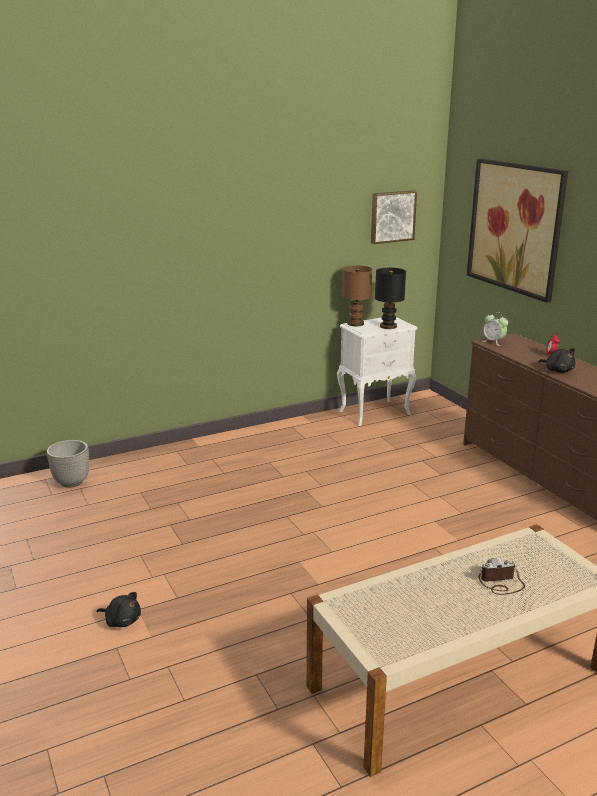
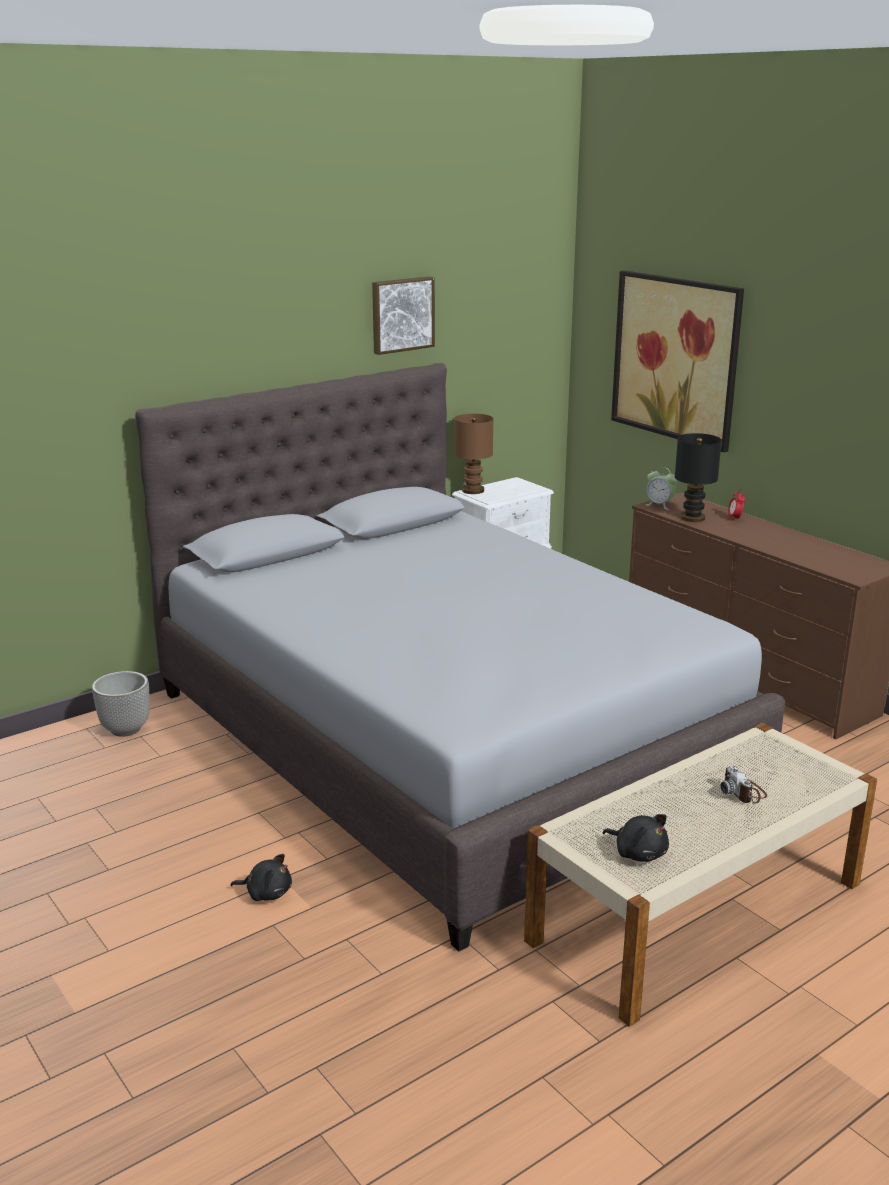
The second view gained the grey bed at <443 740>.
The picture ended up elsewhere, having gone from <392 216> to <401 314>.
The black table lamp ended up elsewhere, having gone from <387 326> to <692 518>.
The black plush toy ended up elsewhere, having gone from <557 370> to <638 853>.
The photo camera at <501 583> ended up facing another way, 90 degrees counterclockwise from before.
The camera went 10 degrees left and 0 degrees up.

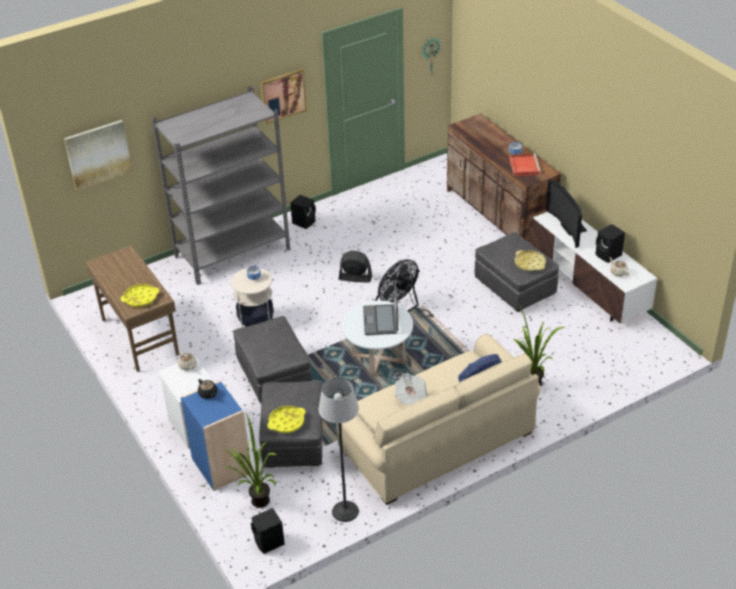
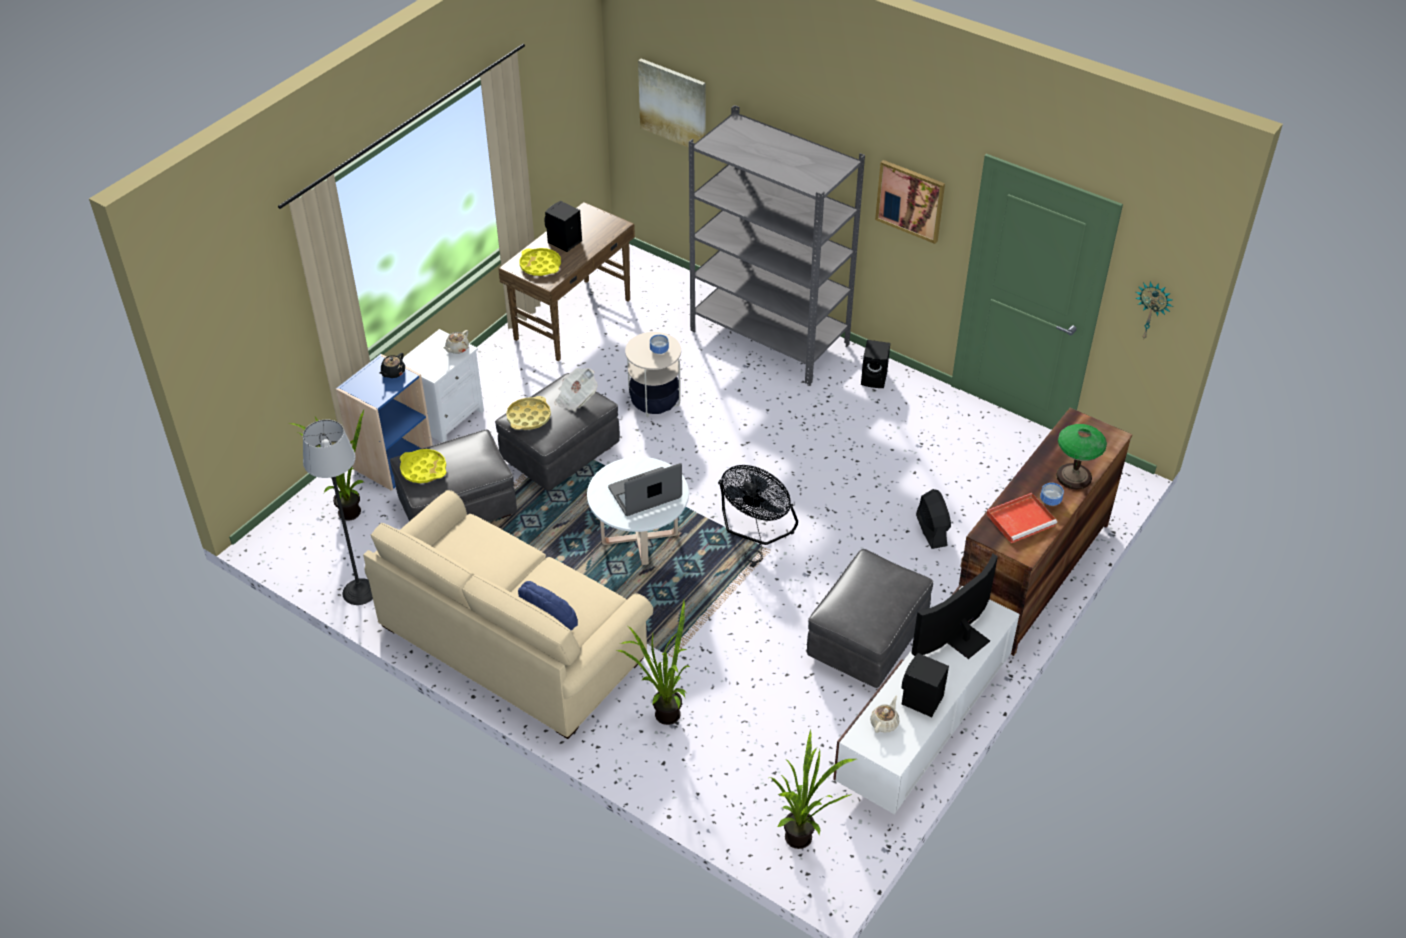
The second view gained the potted plant at <804 841>.
The second view gained the table lamp at <1073 476>.
The black speaker ended up elsewhere, having gone from <269 543> to <563 242>.
The black fan ended up elsewhere, having gone from <355 278> to <931 530>.
The newspaper ended up elsewhere, having gone from <411 399> to <575 398>.
The yellow tray ended up elsewhere, having gone from <529 263> to <528 417>.
The camera went 65 degrees right and 5 degrees up.

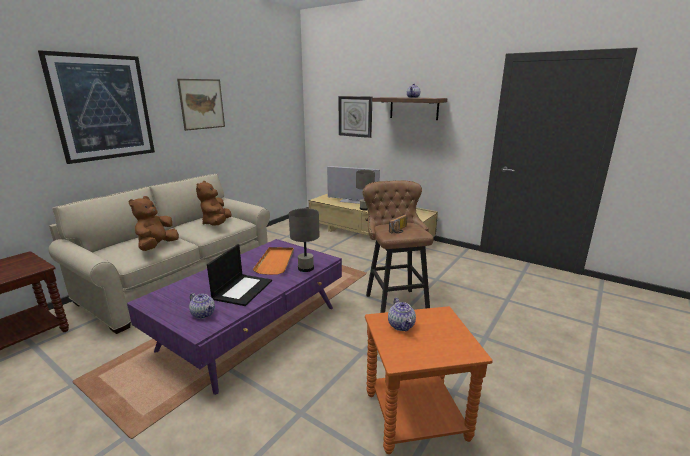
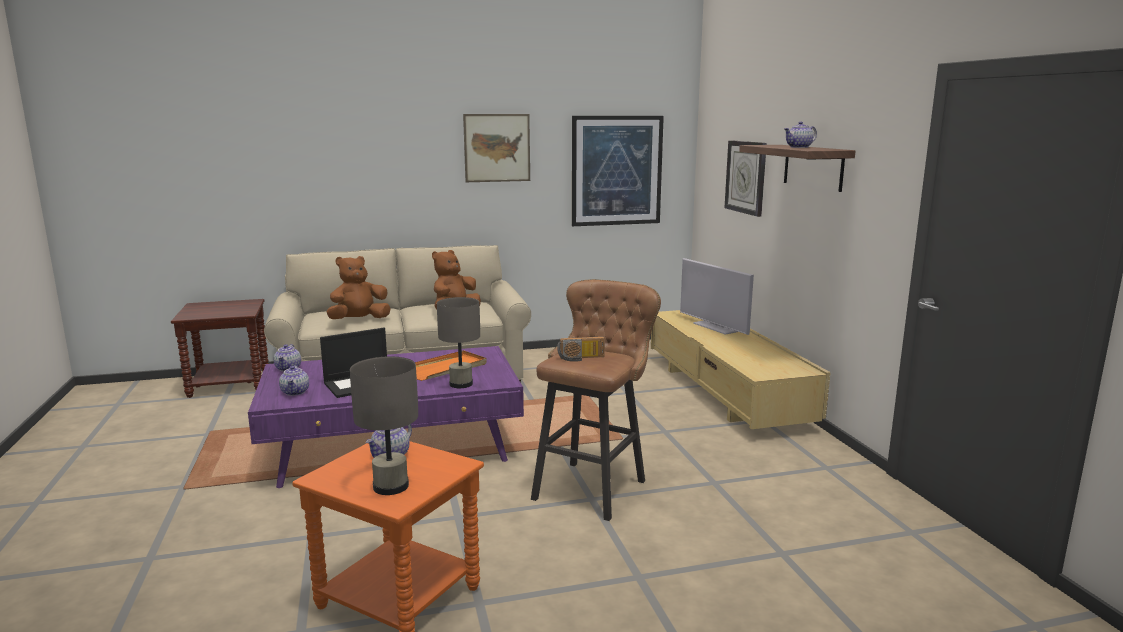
The second view gained the teapot at <288 368>.
The picture ended up elsewhere, having gone from <103 108> to <616 171>.
The grey table lamp ended up elsewhere, having gone from <364 208> to <390 486>.
The camera went 40 degrees right and 5 degrees down.

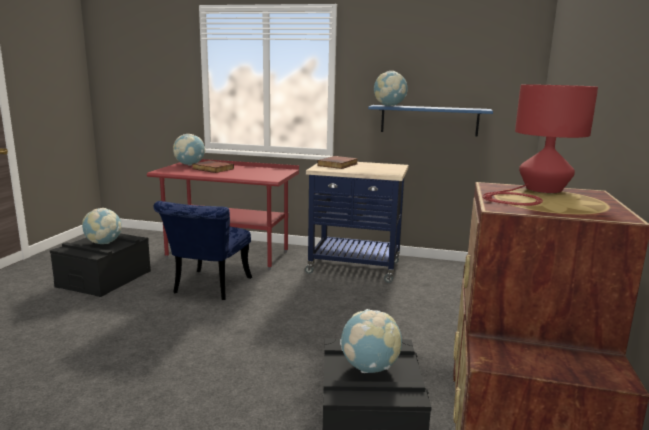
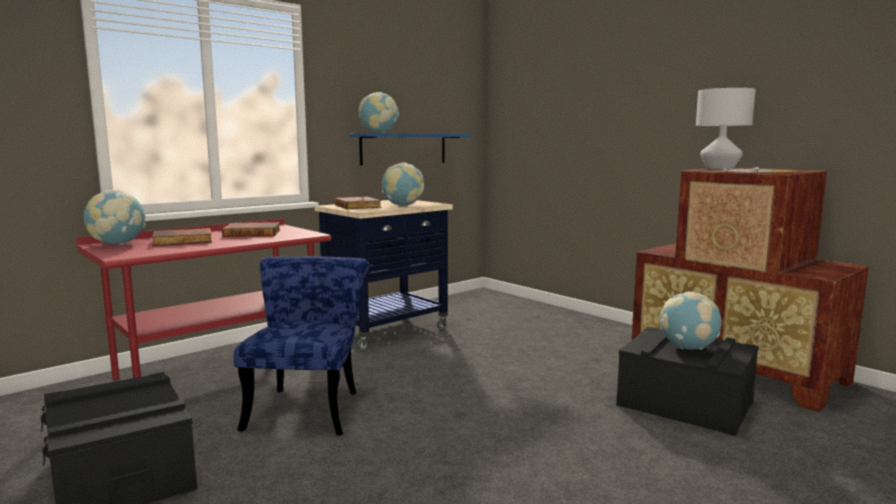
The second view gained the book at <253 233>.
The globe ended up elsewhere, having gone from <103 243> to <403 205>.
What was the red table lamp at <531 193> turned into the grey table lamp at <730 169>.
The blue chair at <208 288> ended up facing another way, 135 degrees counterclockwise from before.
The camera went 55 degrees left and 5 degrees down.

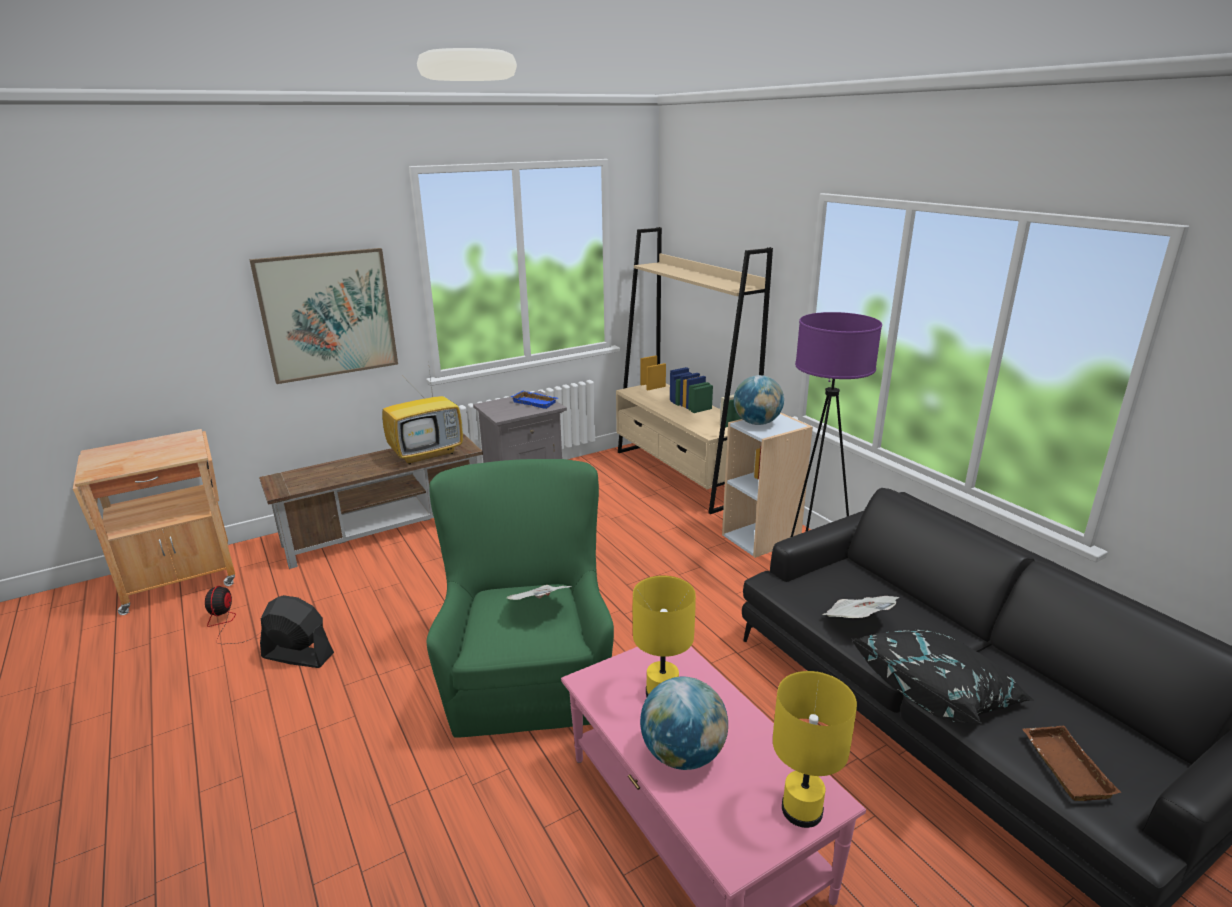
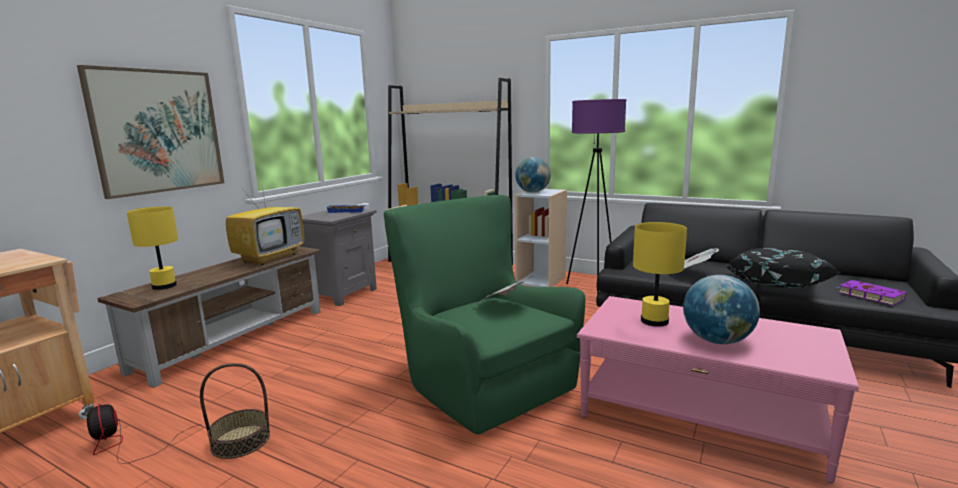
The yellow table lamp ended up elsewhere, having gone from <801 809> to <164 286>.
Where the black fan stood at <297 655>, the basket came to stand at <240 441>.
Where the brown tray stood at <1062 767>, the purple book came to stand at <868 295>.
The camera went 30 degrees left and 10 degrees down.

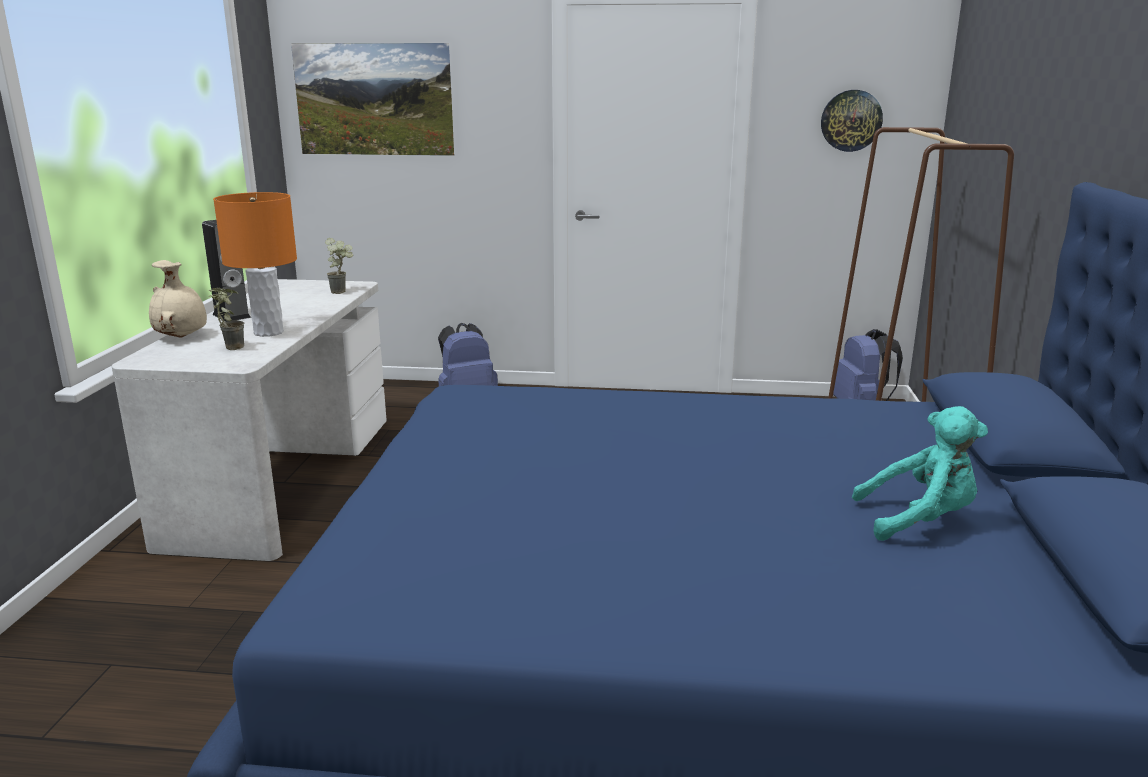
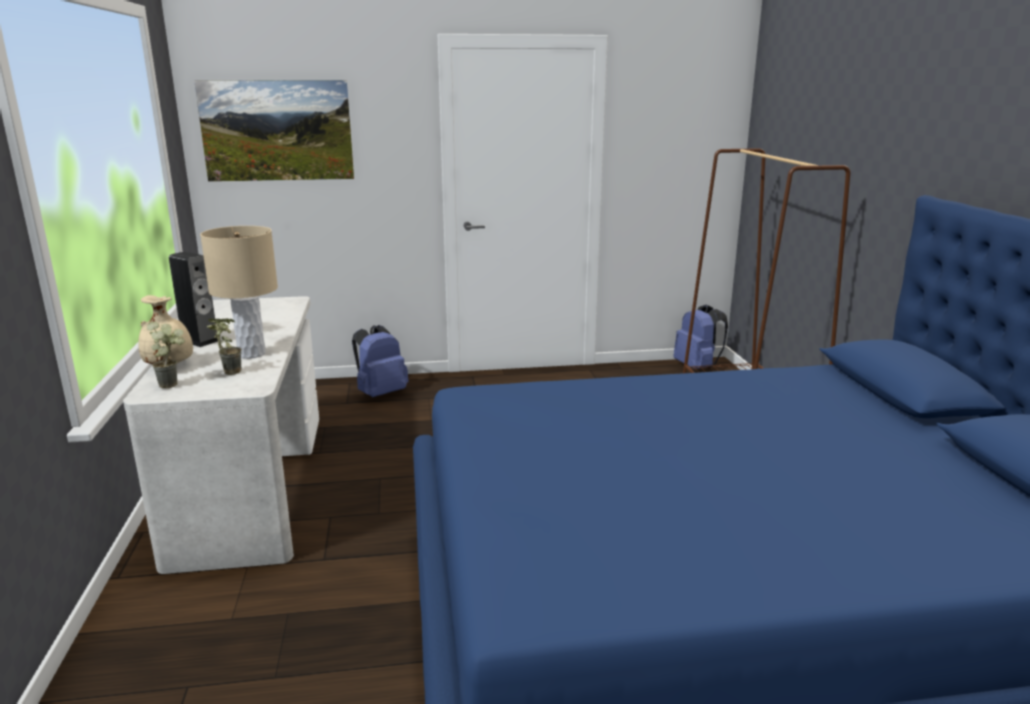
The second view lost the wall clock at <851 120>.
The second view lost the turquoise plush toy at <919 520>.
The potted plant ended up elsewhere, having gone from <342 292> to <174 384>.
What was the orange table lamp at <268 332> turned into the beige table lamp at <251 354>.
The camera went 15 degrees left and 0 degrees up.

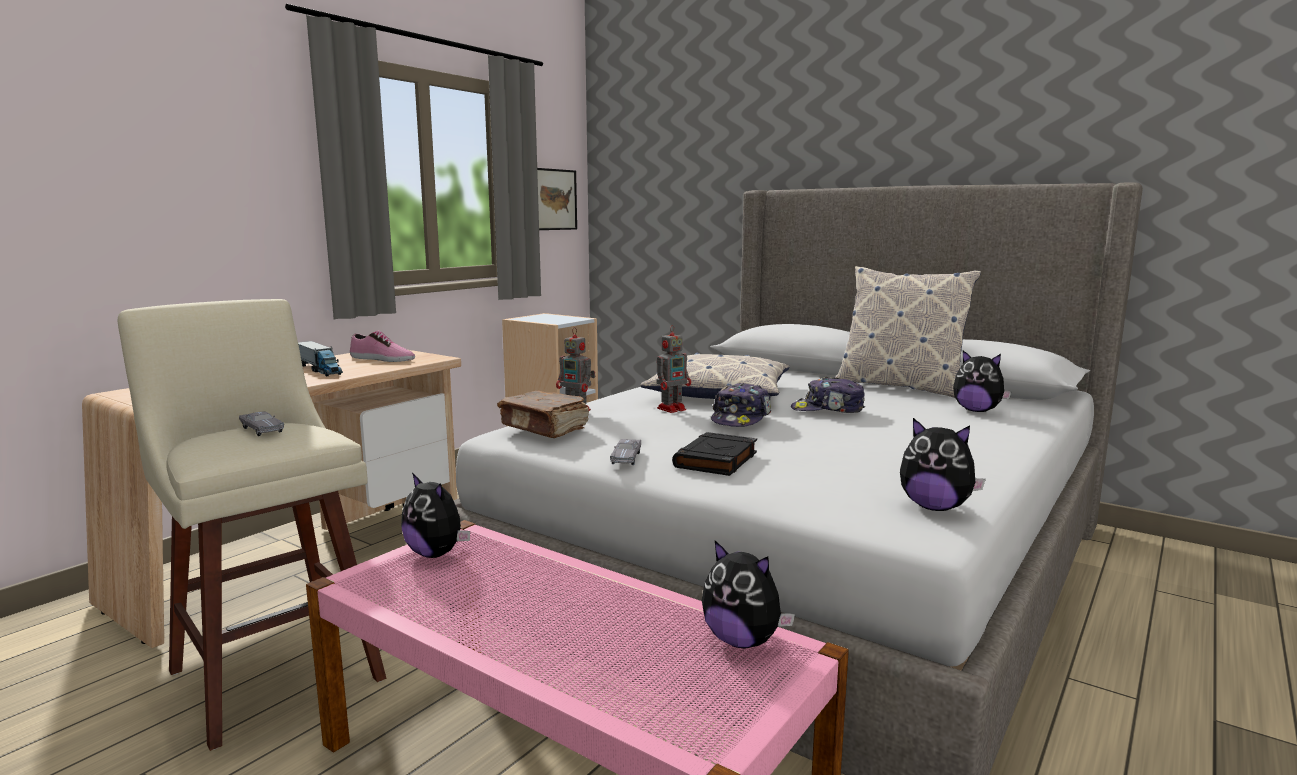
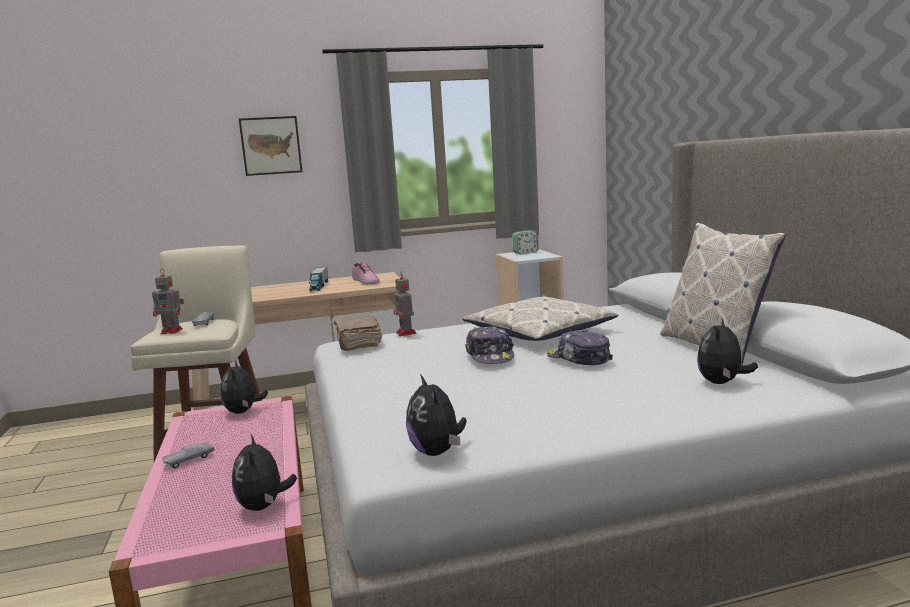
The second view lost the black book at <716 460>.
The second view gained the alarm clock at <525 253>.
The picture ended up elsewhere, having gone from <555 199> to <271 145>.
The grey toy car ended up elsewhere, having gone from <626 458> to <189 460>.
The toy robot ended up elsewhere, having gone from <672 409> to <173 331>.
The cap at <741 418> ended up facing another way, 75 degrees counterclockwise from before.
The plush toy at <977 411> ended up facing another way, 45 degrees clockwise from before.
The camera went 40 degrees right and 0 degrees up.

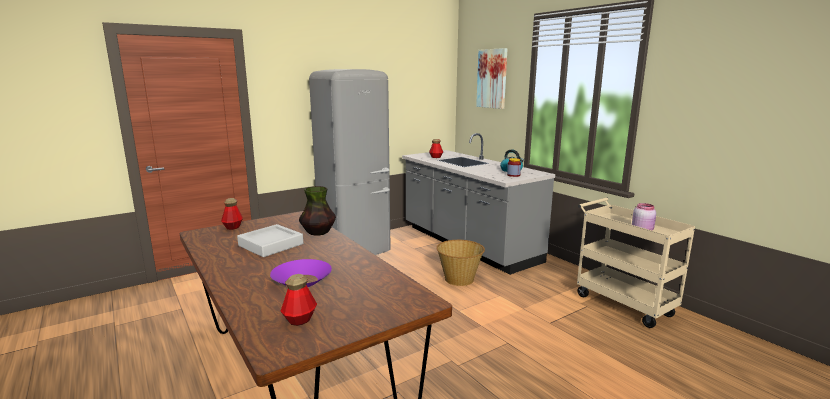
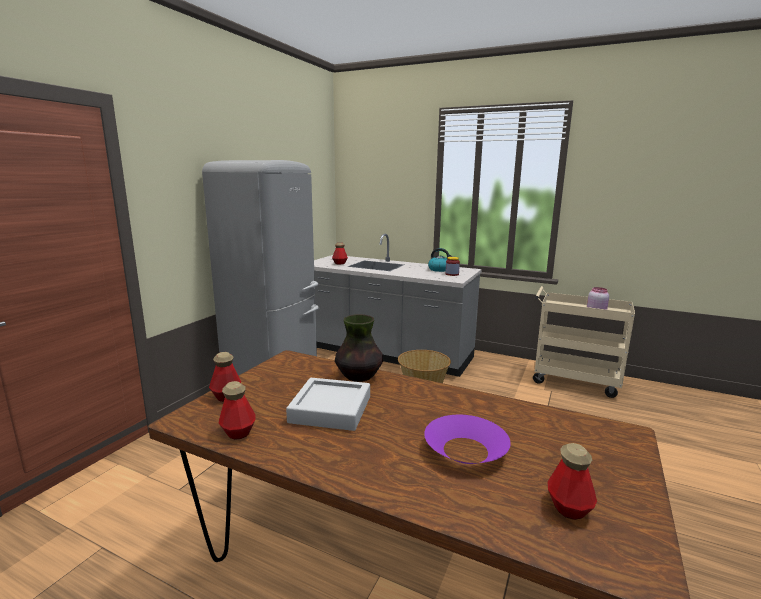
The second view lost the picture at <492 78>.
The second view gained the bottle at <238 432>.
The camera went 30 degrees left and 0 degrees up.

